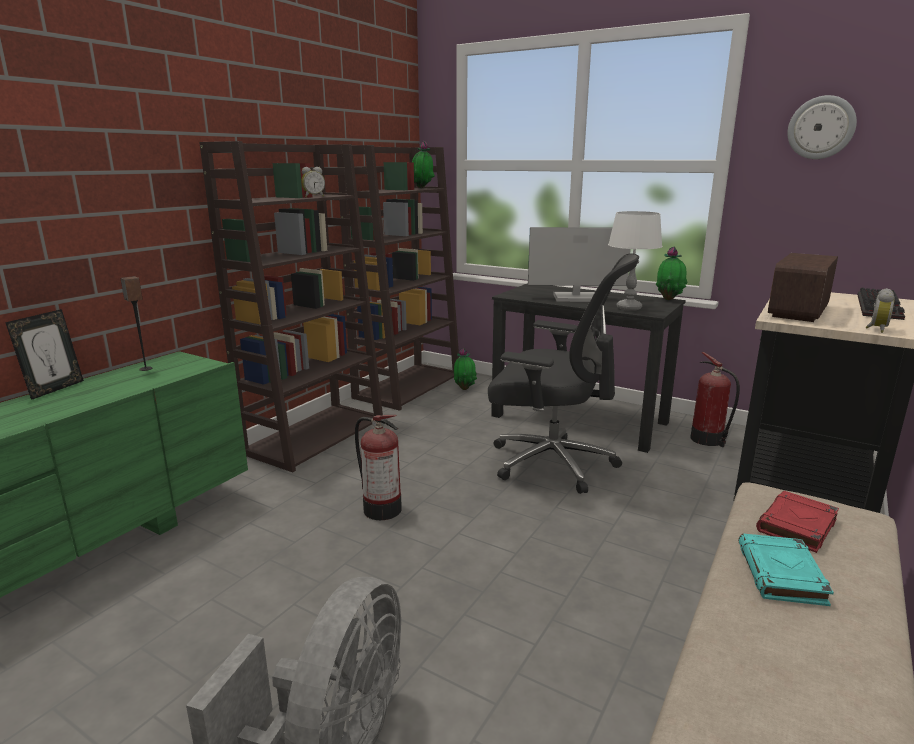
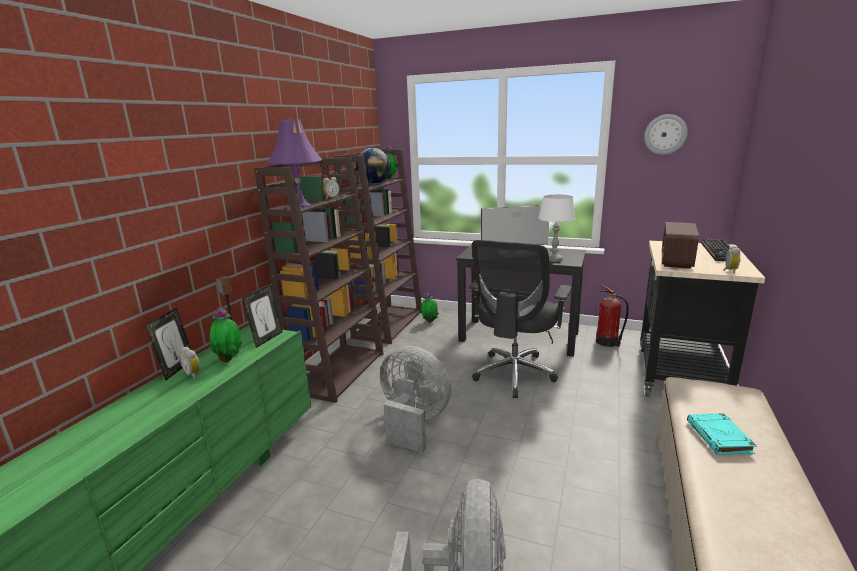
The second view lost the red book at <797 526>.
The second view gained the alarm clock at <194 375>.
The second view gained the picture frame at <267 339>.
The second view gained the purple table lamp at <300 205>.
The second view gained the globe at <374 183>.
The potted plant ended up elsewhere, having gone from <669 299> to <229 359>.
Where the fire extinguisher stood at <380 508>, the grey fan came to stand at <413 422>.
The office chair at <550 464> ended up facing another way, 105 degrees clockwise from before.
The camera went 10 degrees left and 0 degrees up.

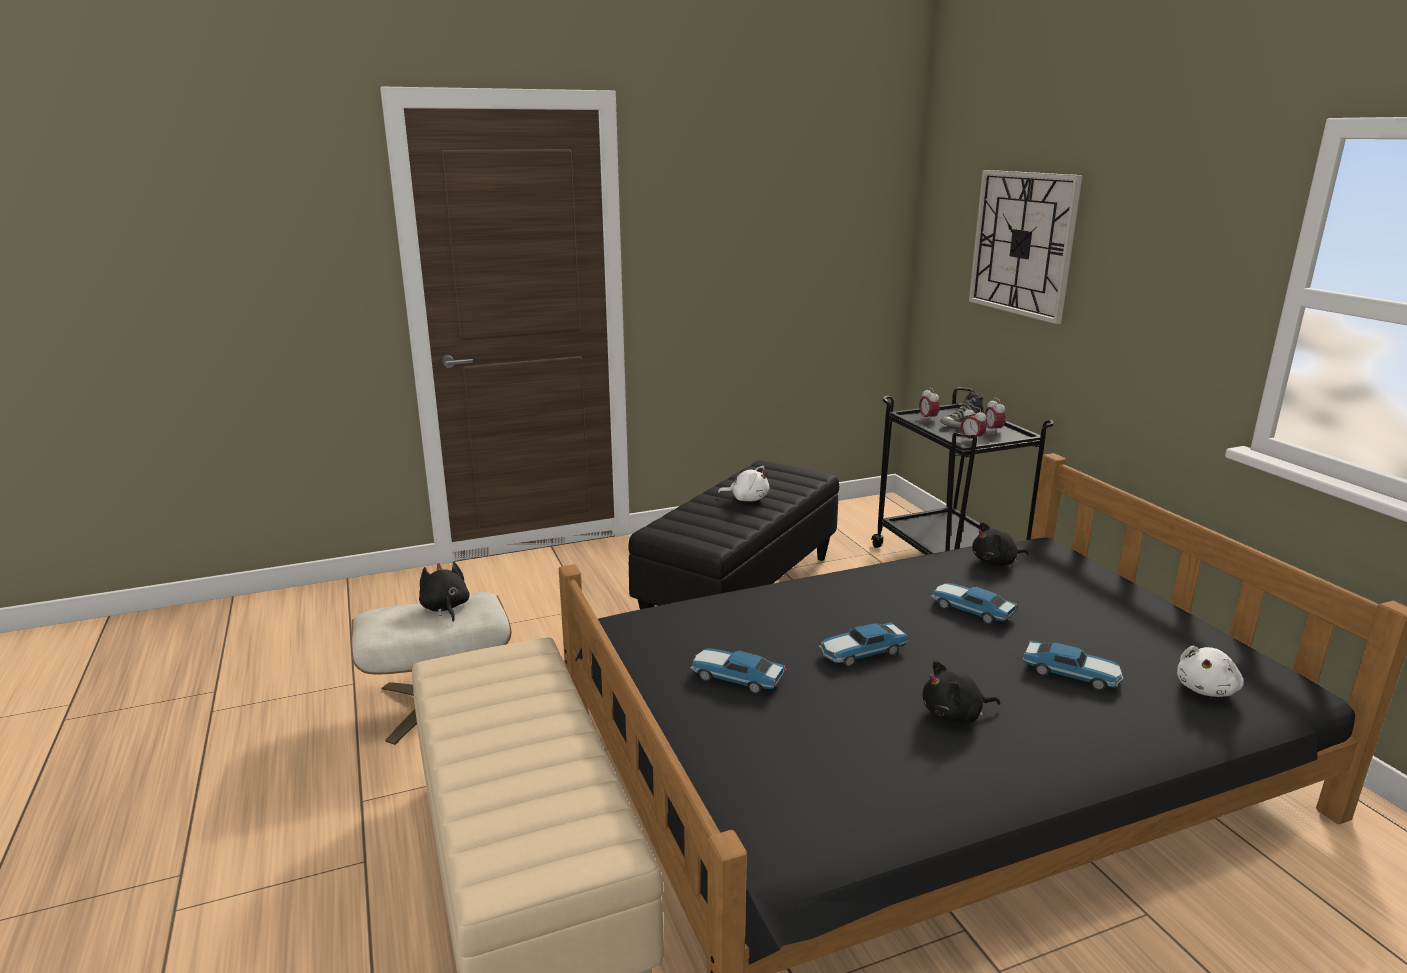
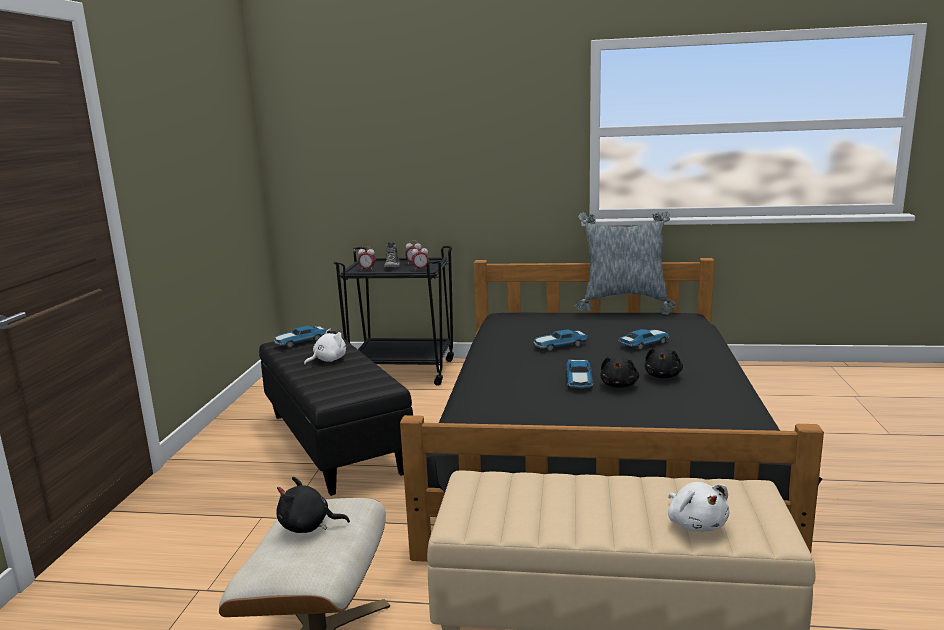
The second view lost the wall clock at <1023 243>.
The second view gained the pillow at <623 310>.
The toy car ended up elsewhere, having gone from <735 677> to <300 342>.
The black plush toy ended up elsewhere, having gone from <996 562> to <619 385>.
The white plush toy ended up elsewhere, having gone from <1206 689> to <696 524>.
The camera went 60 degrees left and 5 degrees down.

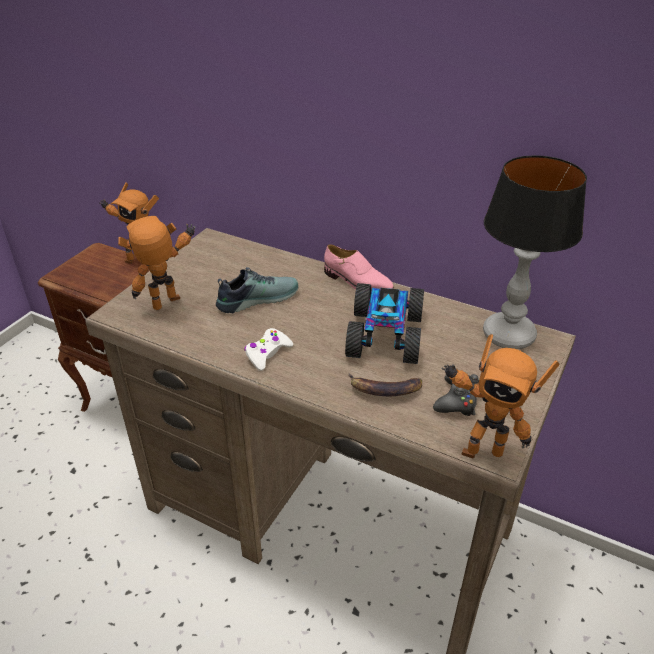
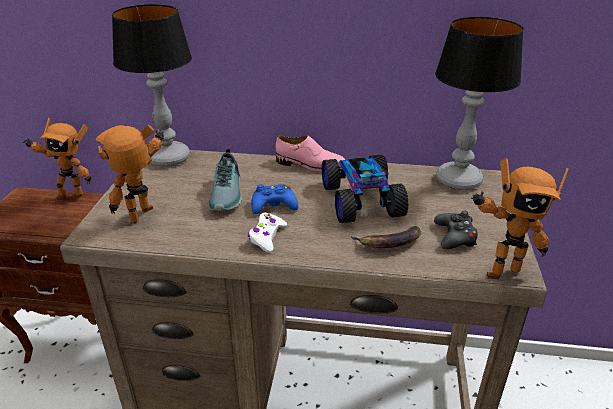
The second view gained the table lamp at <169 158>.
The second view gained the blue game controller at <273 205>.
The shoe at <257 298> ended up facing another way, 135 degrees clockwise from before.
The camera went 20 degrees left and 5 degrees down.

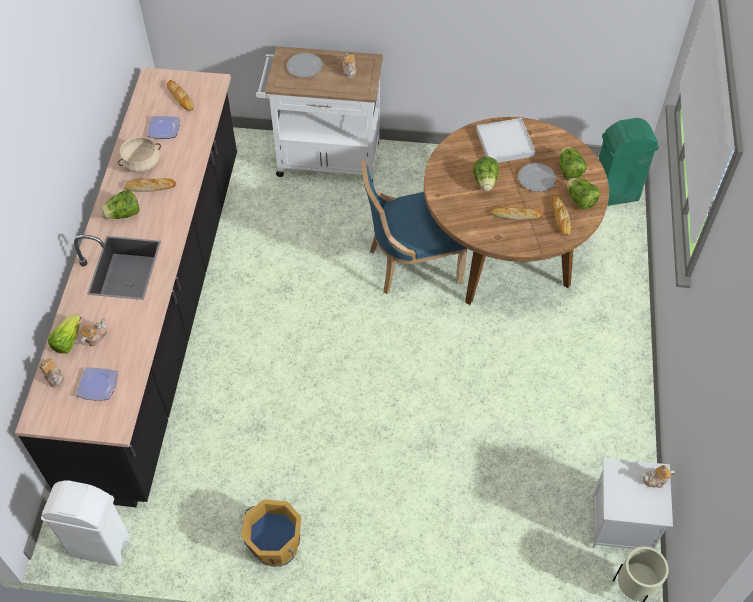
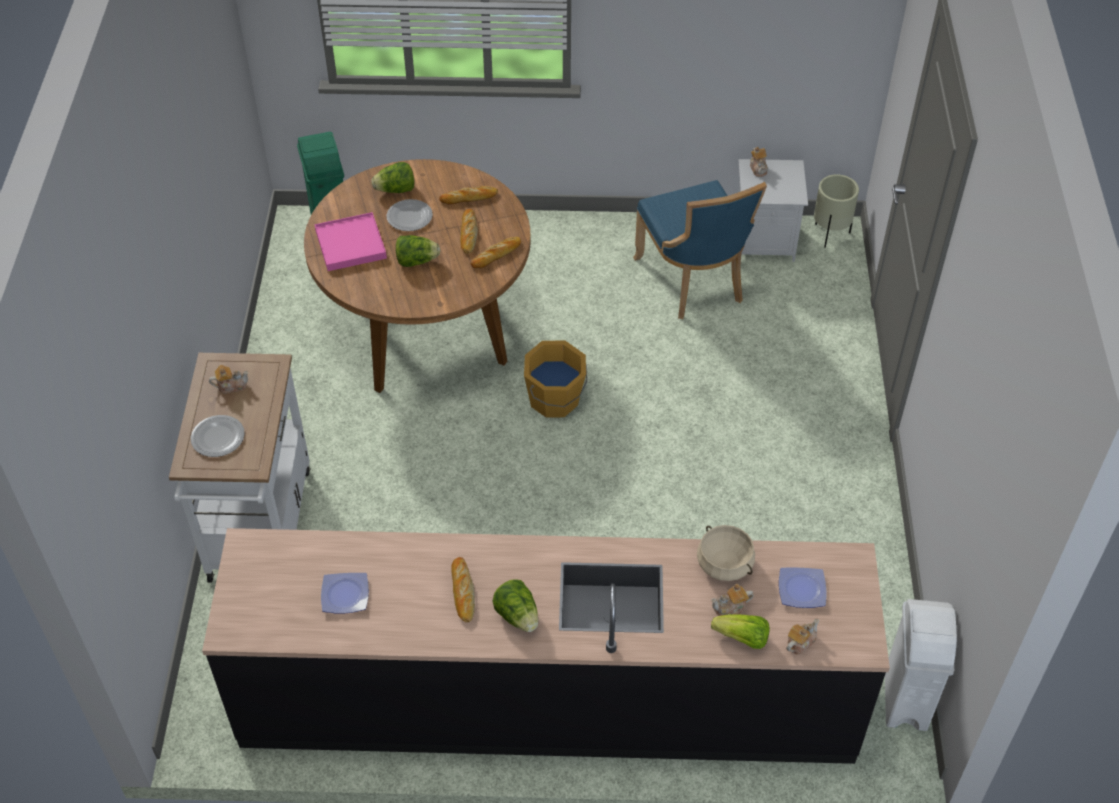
The second view lost the lettuce at <580 200>.
The beige cooking pot ended up elsewhere, having gone from <141 163> to <725 563>.
The bread ended up elsewhere, having gone from <180 97> to <496 255>.
The orange bucket ended up elsewhere, having gone from <274 546> to <555 399>.
The blue chair ended up elsewhere, having gone from <411 264> to <693 281>.
What was the white tray at <505 143> turned into the pink tray at <350 244>.
The teapot at <95 337> ended up facing another way, 45 degrees counterclockwise from before.
The camera went 95 degrees left and 5 degrees down.

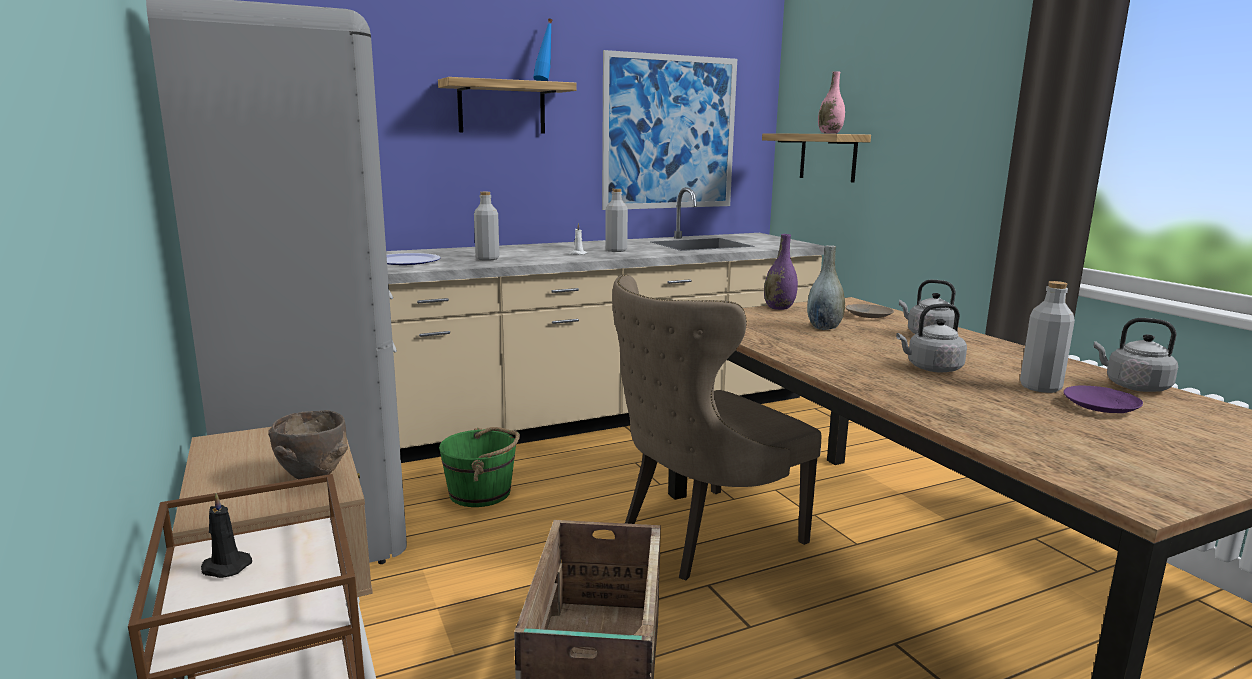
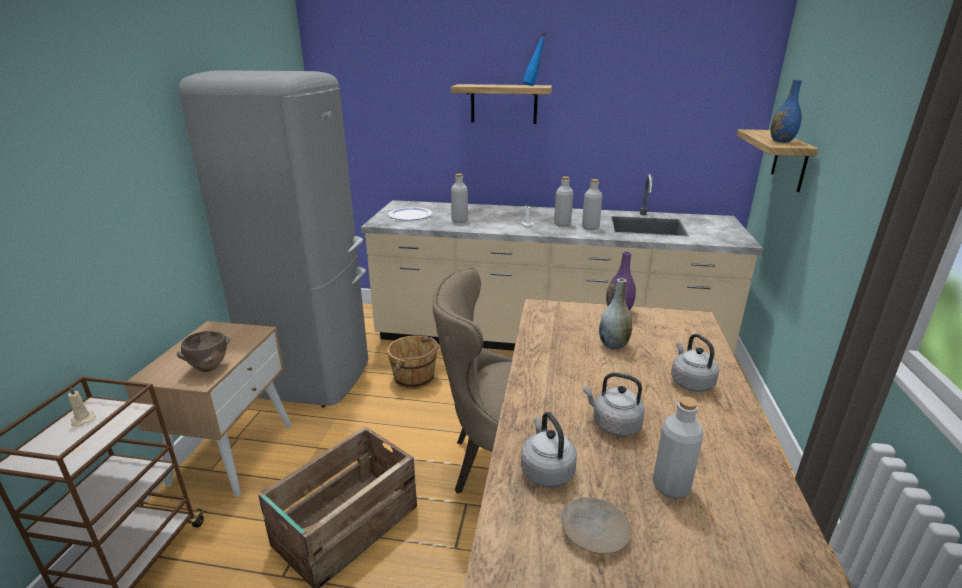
The second view lost the picture at <670 133>.
The second view lost the purple plate at <1101 407>.
The second view gained the grey bottle at <590 228>.
The beige plate ended up elsewhere, having gone from <868 316> to <594 531>.
The grey kettle ended up elsewhere, having gone from <1133 386> to <546 470>.
What was the black candle at <224 567> turned into the beige candle at <83 419>.
What was the green bucket at <481 493> turned into the brown bucket at <415 378>.
What was the pink vase at <830 133> turned into the blue vase at <781 141>.
The camera went 35 degrees right and 10 degrees up.

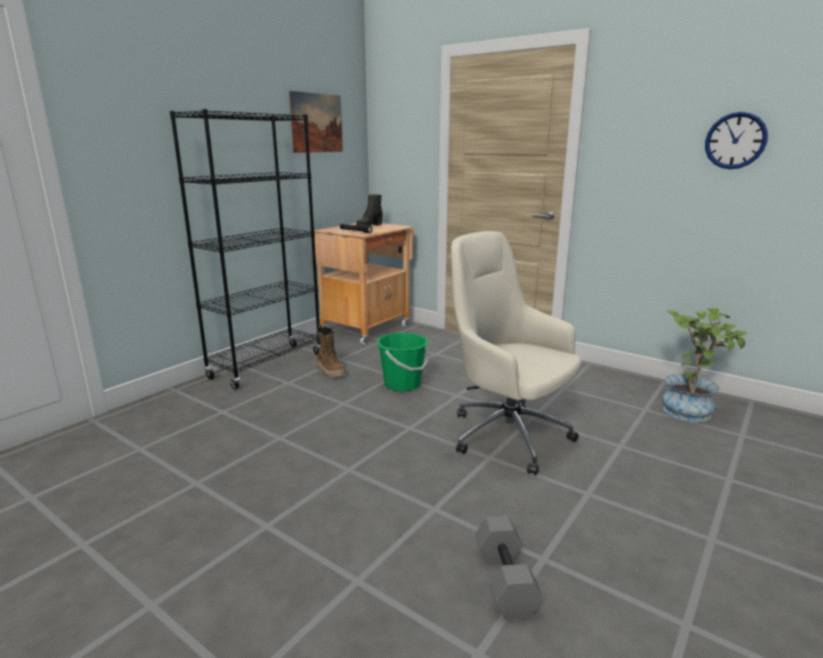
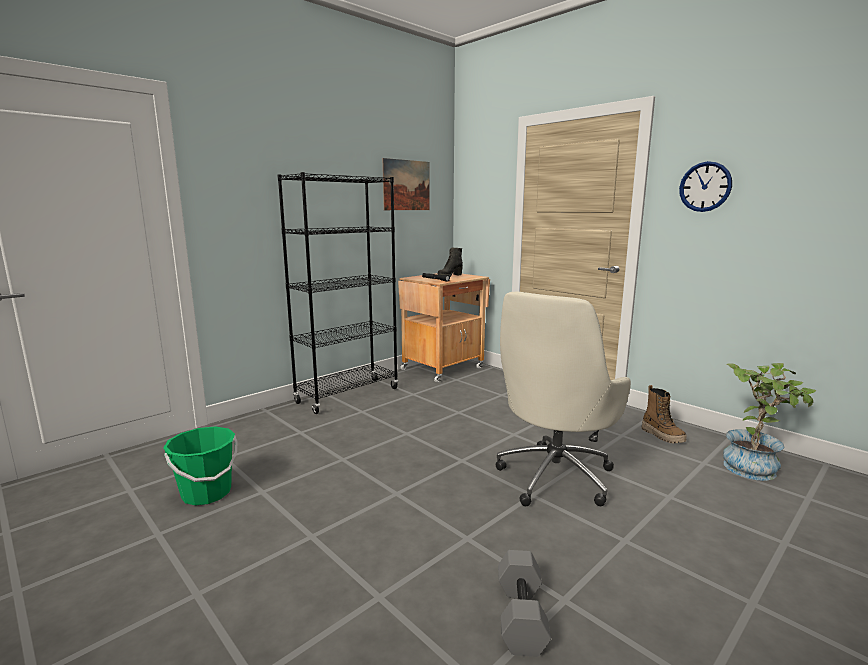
The boot ended up elsewhere, having gone from <331 372> to <662 436>.
The green bucket ended up elsewhere, having gone from <402 384> to <206 493>.
The wall clock ended up elsewhere, having gone from <735 141> to <705 187>.
The beige office chair at <508 437> ended up facing another way, 105 degrees counterclockwise from before.
The camera went 10 degrees right and 5 degrees down.

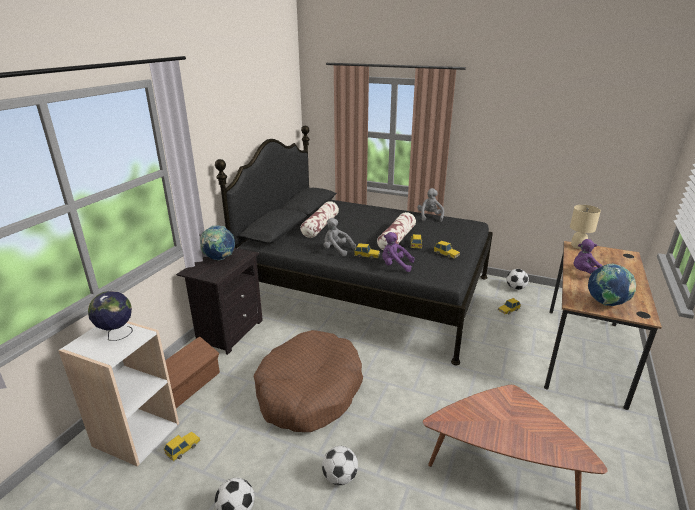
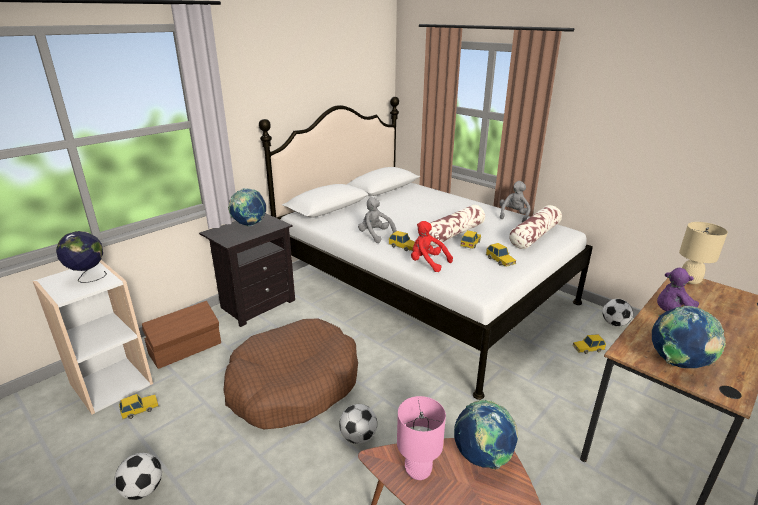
The second view gained the pink table lamp at <418 471>.
The second view gained the globe at <482 457>.
The pillow ended up elsewhere, having gone from <320 226> to <534 235>.
The football ended up elsewhere, having gone from <340 477> to <358 437>.
What was the black bed at <367 292> turned into the white bed at <423 293>.
What was the purple plush toy at <395 266> turned into the red plush toy at <427 263>.
The camera went 20 degrees right and 0 degrees up.

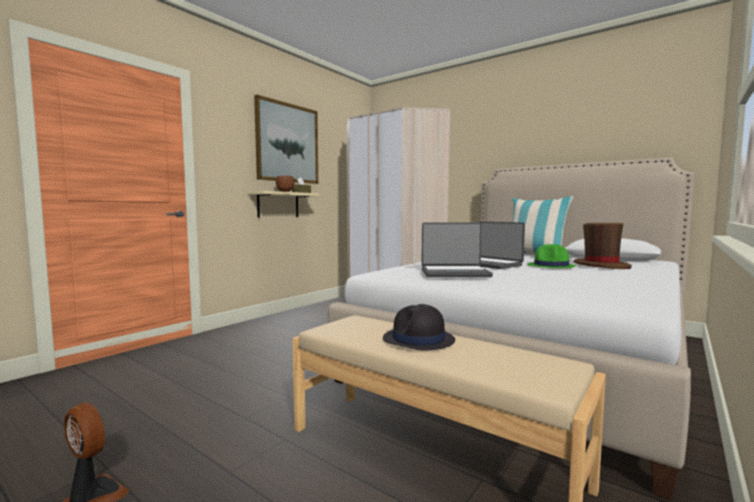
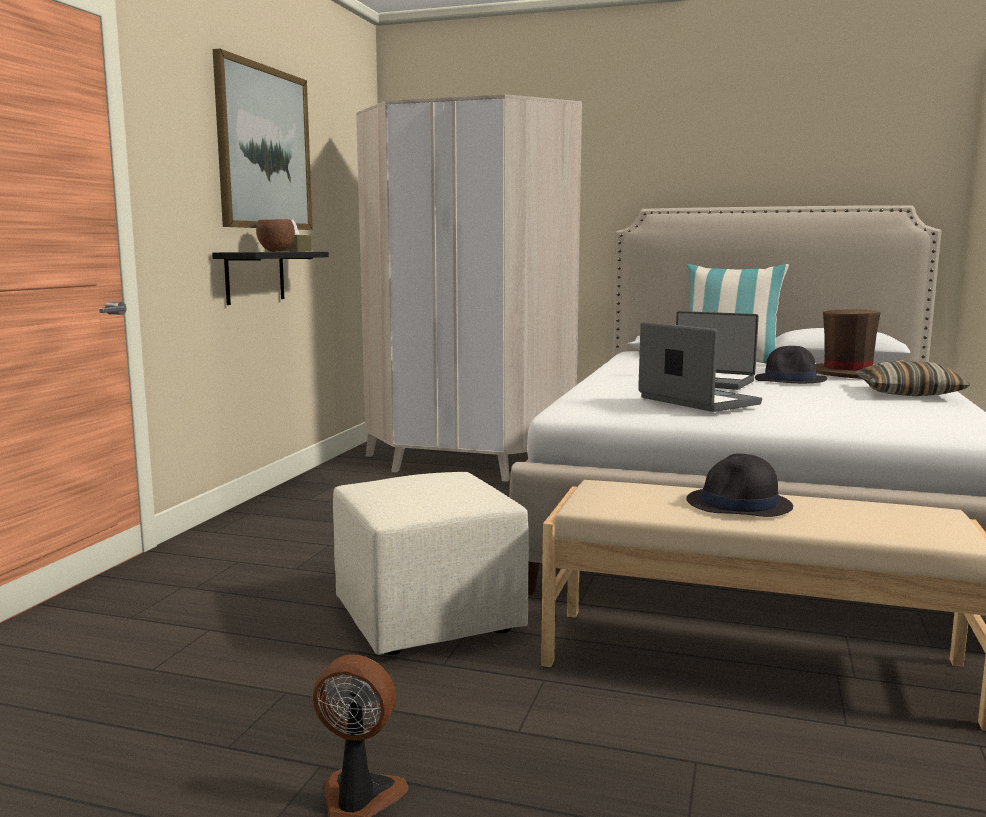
The second view gained the beige ottoman at <430 619>.
The second view gained the pillow at <908 393>.
What was the beige shelf at <278 205> turned into the black shelf at <255 277>.
What was the green hat at <551 266> turned into the black hat at <791 380>.
The laptop at <454 273> ended up facing another way, 105 degrees counterclockwise from before.
The camera went 20 degrees left and 5 degrees up.

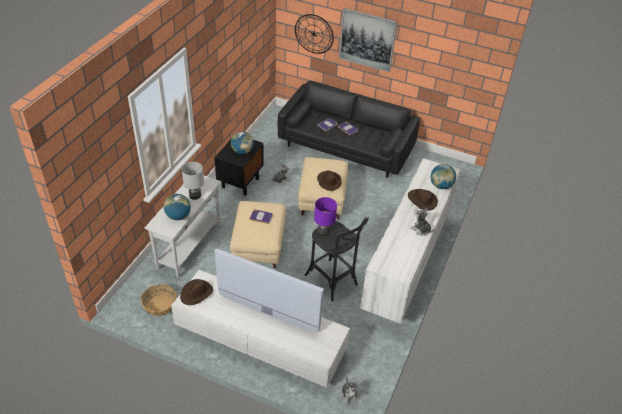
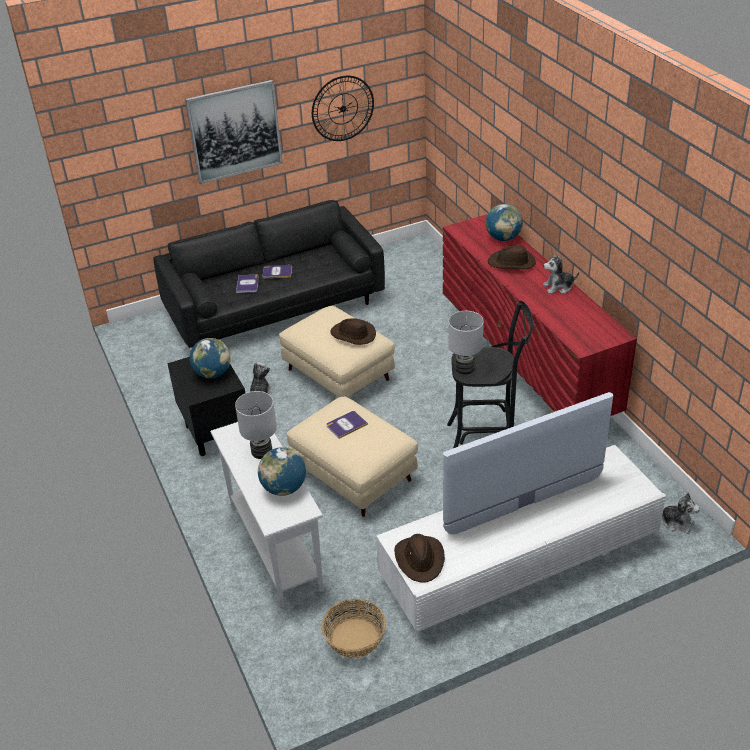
The wall clock ended up elsewhere, having gone from <314 34> to <343 108>.
What was the purple table lamp at <324 231> turned into the grey table lamp at <465 368>.
What was the white cabinet at <406 267> turned into the red cabinet at <527 369>.
The camera went 45 degrees left and 5 degrees down.

